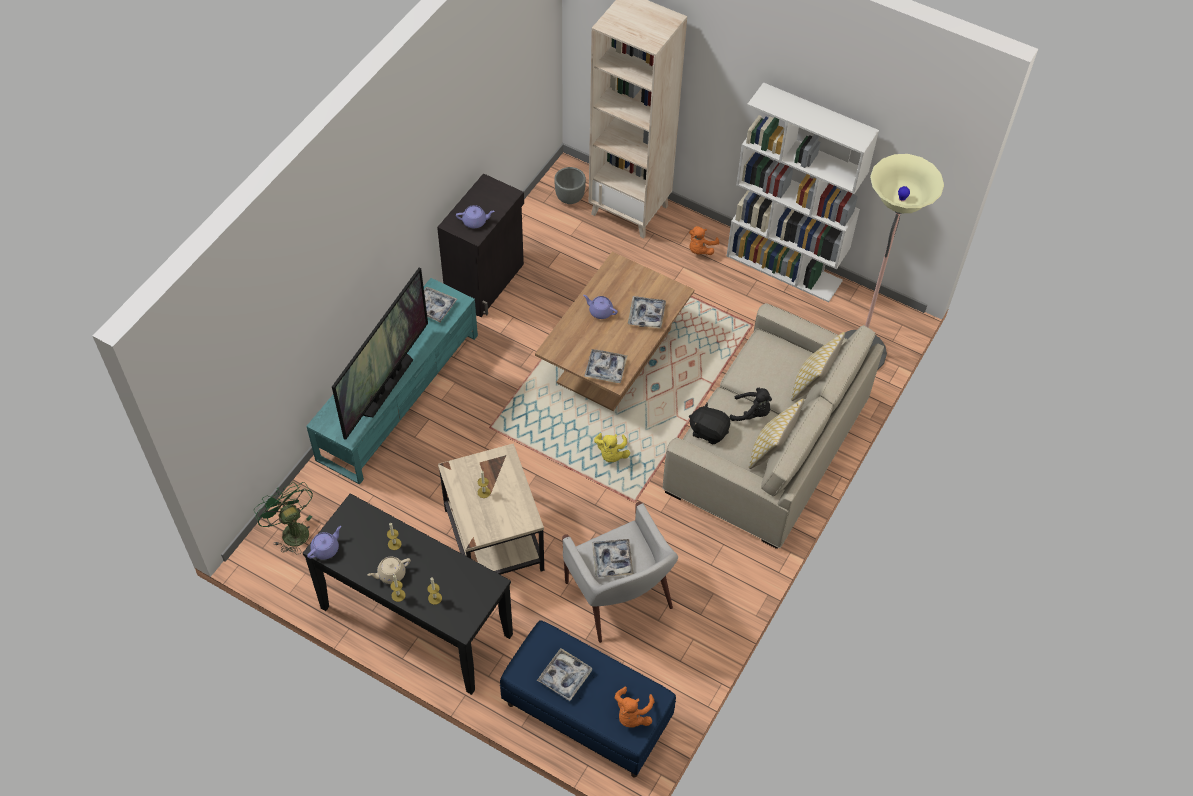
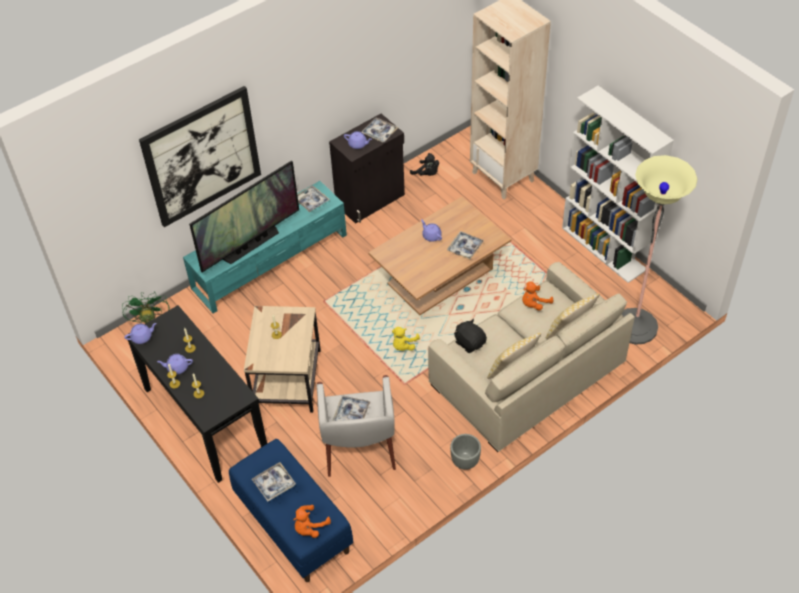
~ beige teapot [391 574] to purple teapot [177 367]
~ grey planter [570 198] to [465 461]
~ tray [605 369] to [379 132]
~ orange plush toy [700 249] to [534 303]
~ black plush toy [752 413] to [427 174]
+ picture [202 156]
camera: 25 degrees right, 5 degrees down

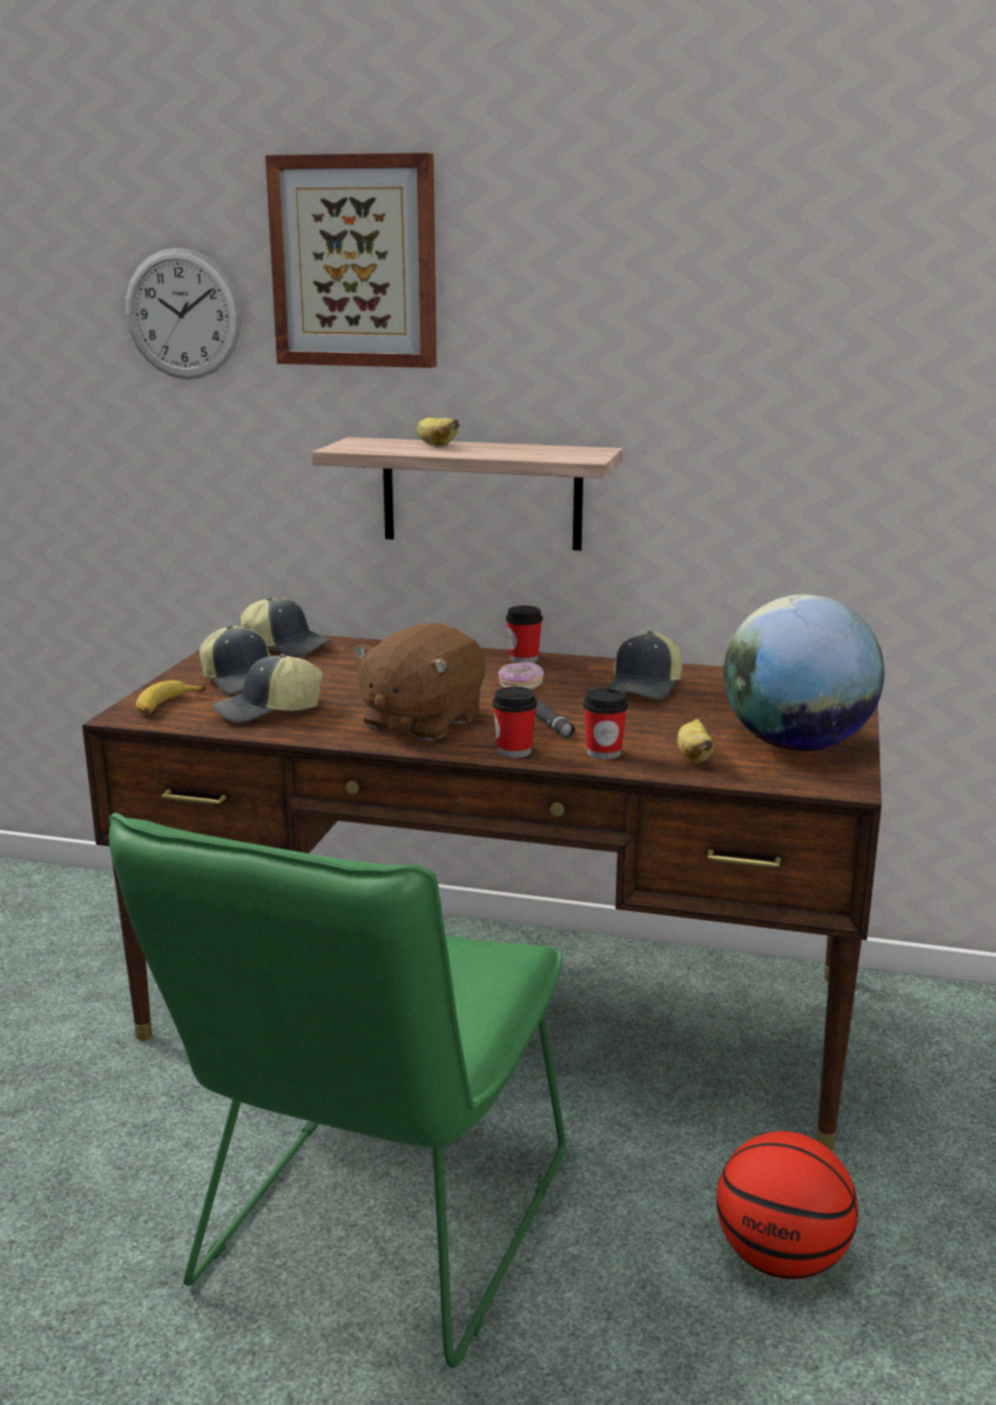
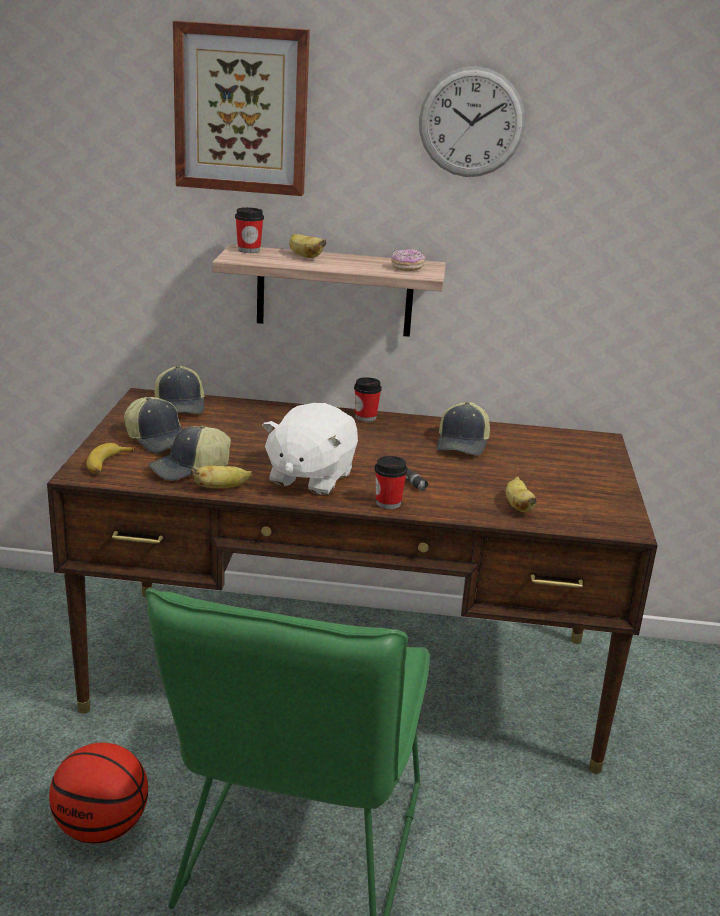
~ wall clock [183 314] to [471 122]
~ cap [287 646] = [181 406] 60 degrees clockwise
~ brown plush toy [421 722] to white plush toy [310 477]
~ donut [521 687] to [407 268]
~ cup [604 753] to [249 250]
~ basketball [781 1258] to [101 828]
- globe [796 745]
+ banana [221 488]
camera: 10 degrees left, 5 degrees up

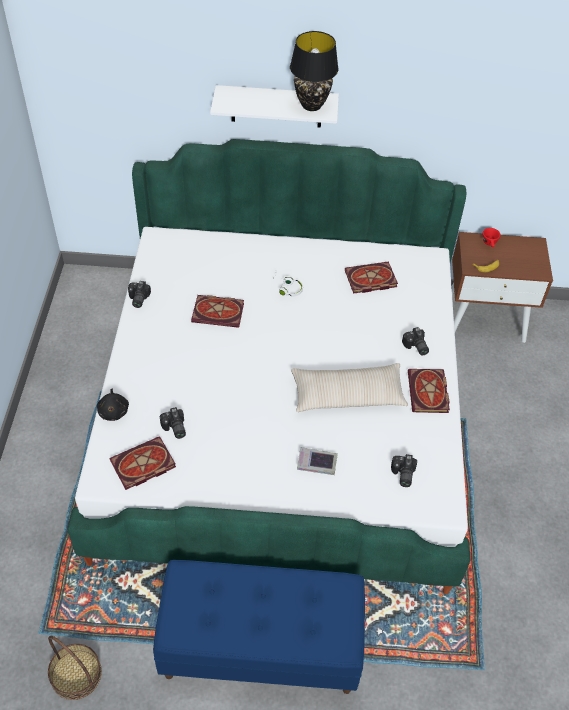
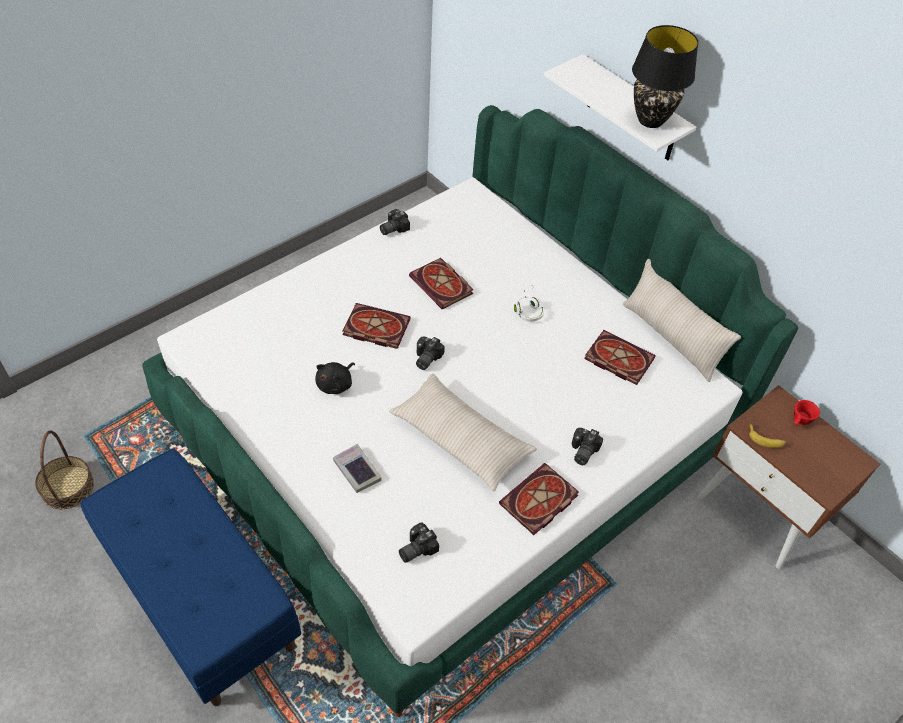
~ black plush toy [114 411] to [336 384]
~ book [142 465] to [374 328]
~ photo camera [174 429] to [425 358]
+ beige pillow [671 338]
camera: 45 degrees right, 0 degrees up

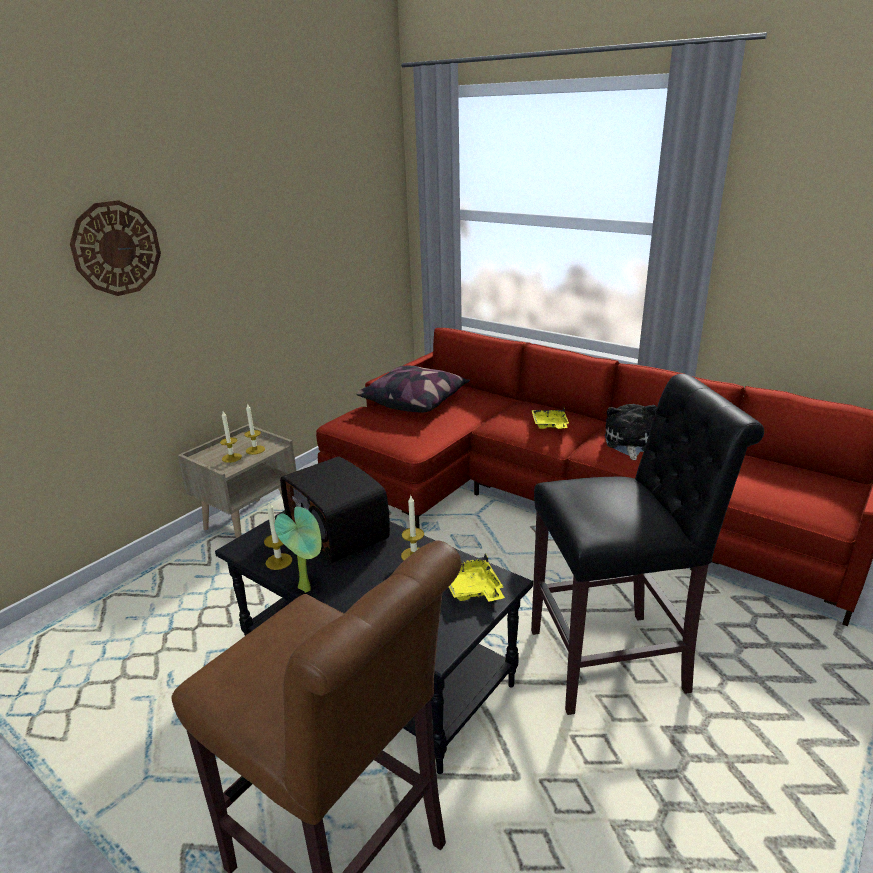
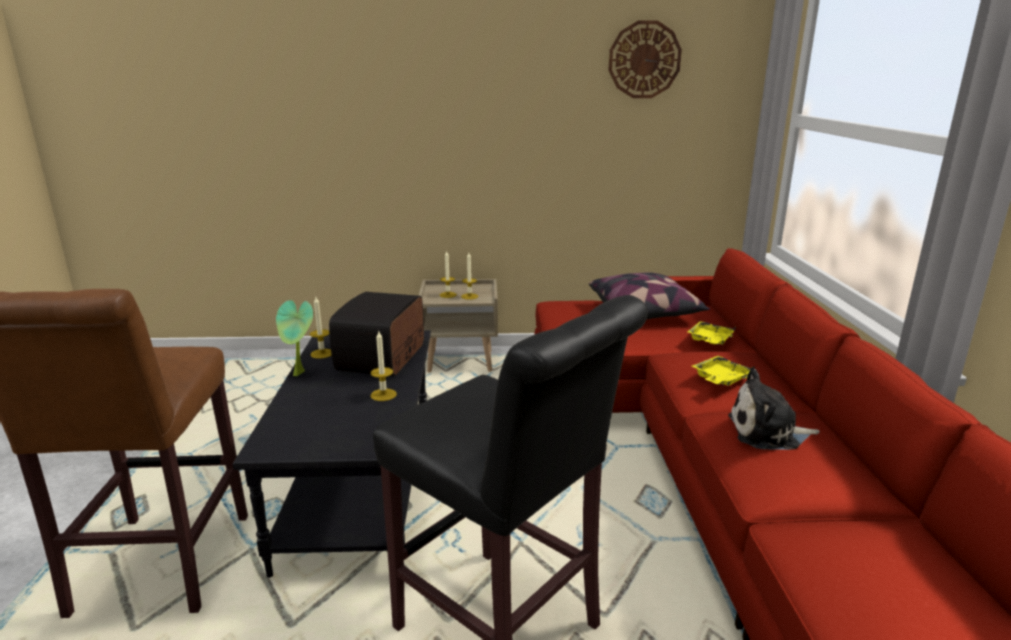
~ wall clock [116 248] to [644 60]
~ yellow tray [471 589] to [710 340]
~ plush toy [629 443] = [768 432] 150 degrees counterclockwise
camera: 50 degrees right, 5 degrees down

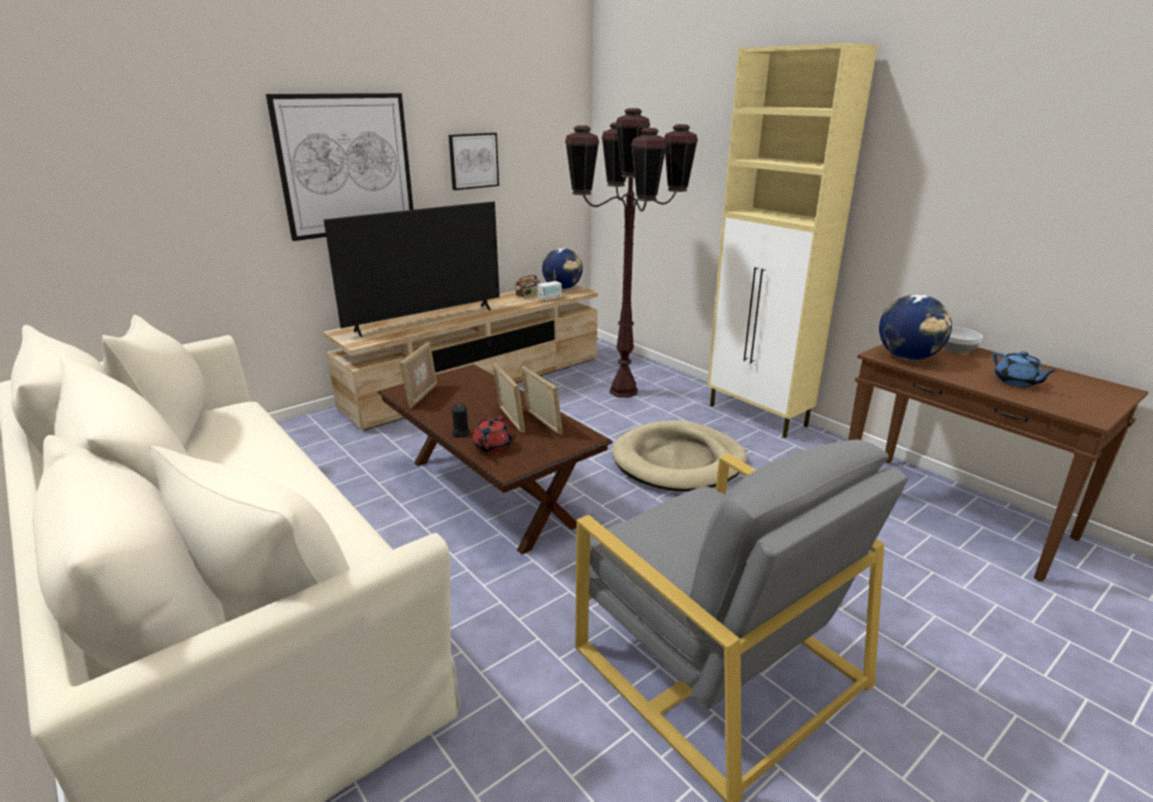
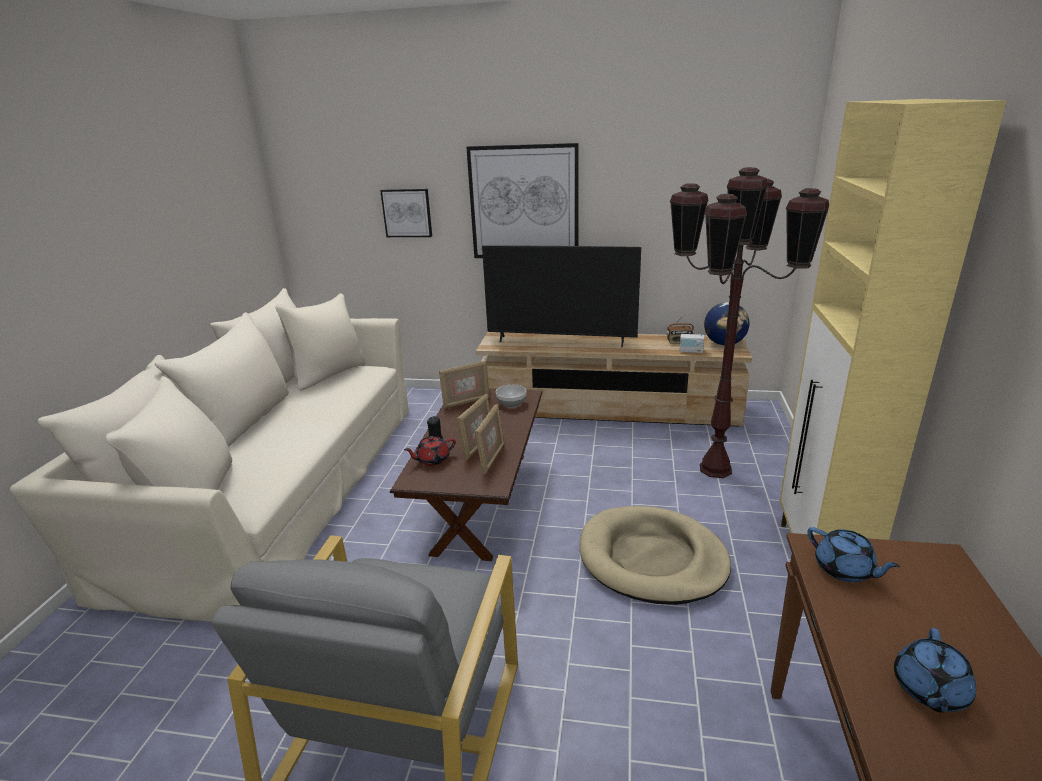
~ picture [473 161] to [407 213]
~ globe [908 357] to blue teapot [844 570]
~ bowl [956 350] to [511 403]
camera: 50 degrees right, 0 degrees up

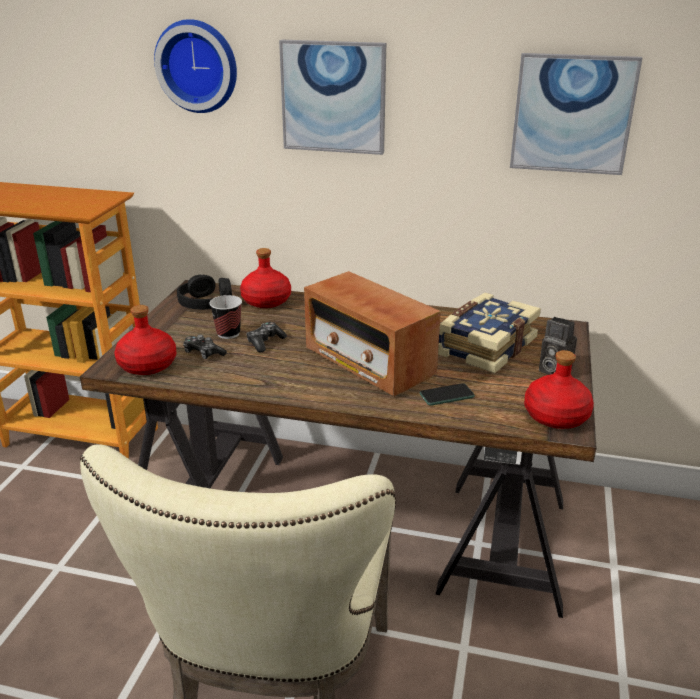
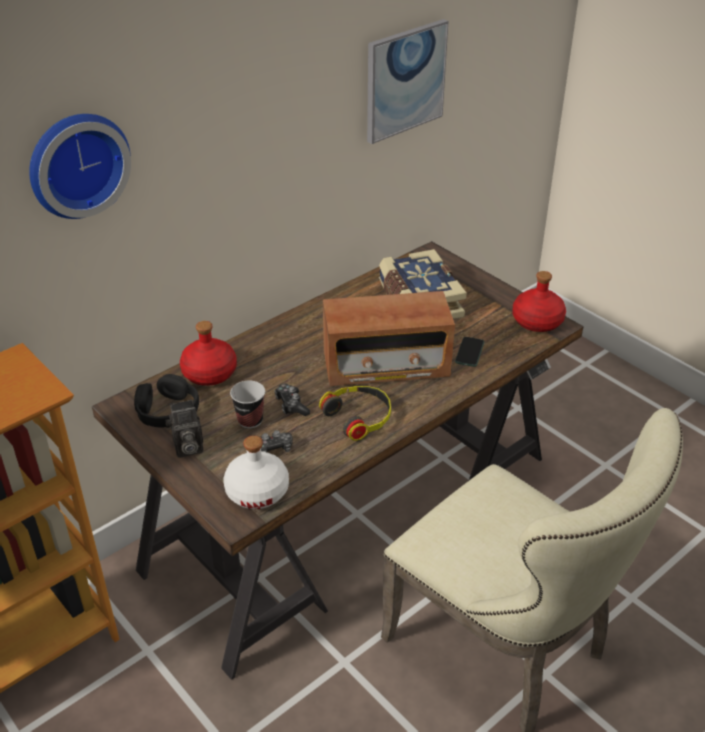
~ red bottle [148 365] to white bottle [257 491]
- picture [333 97]
~ photo camera [552 370] to [187 448]
+ headphones [359 417]
camera: 55 degrees left, 10 degrees up

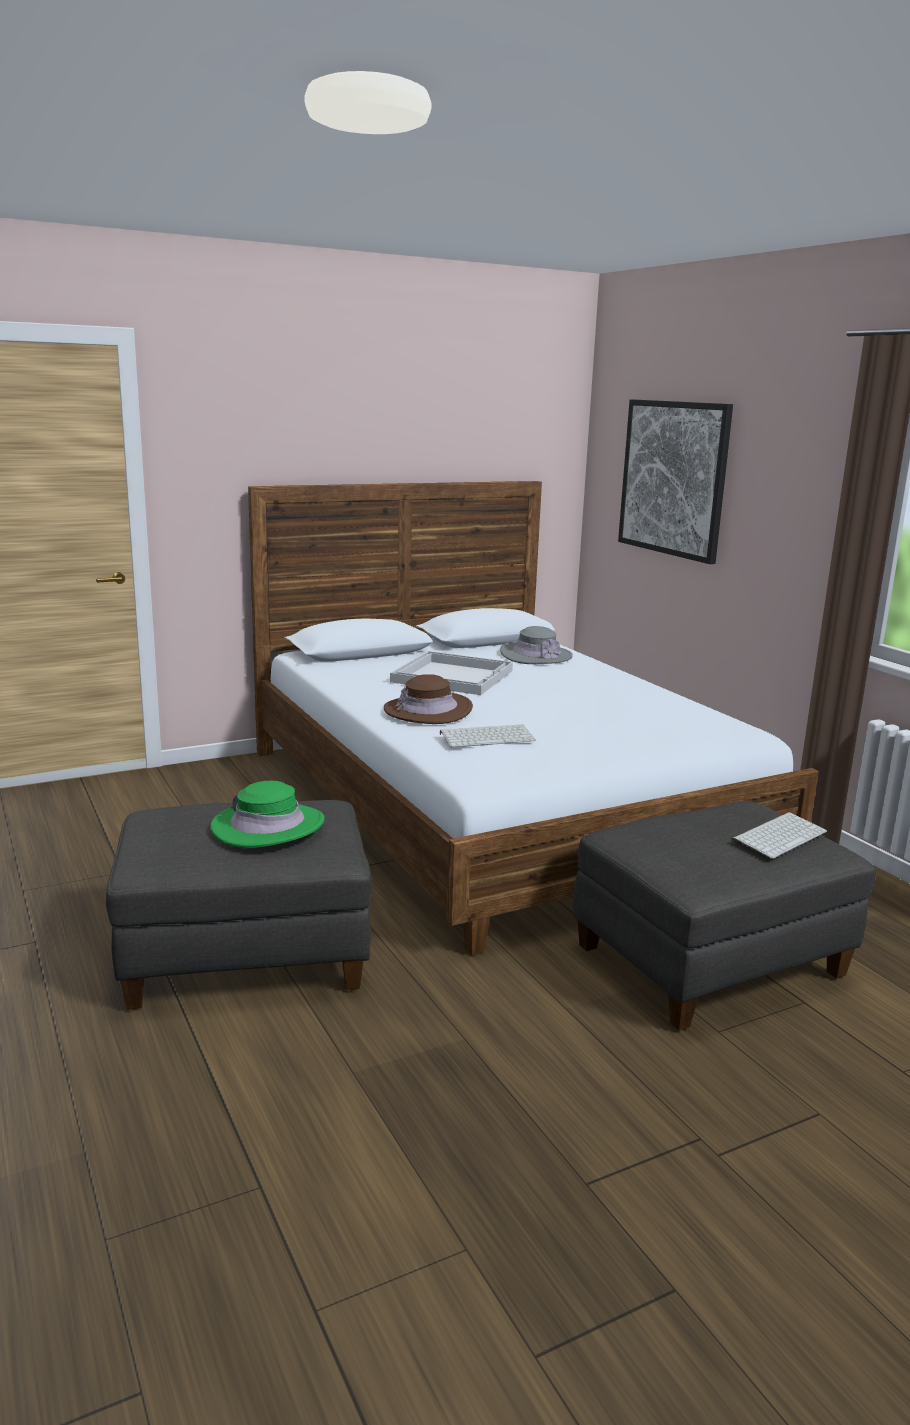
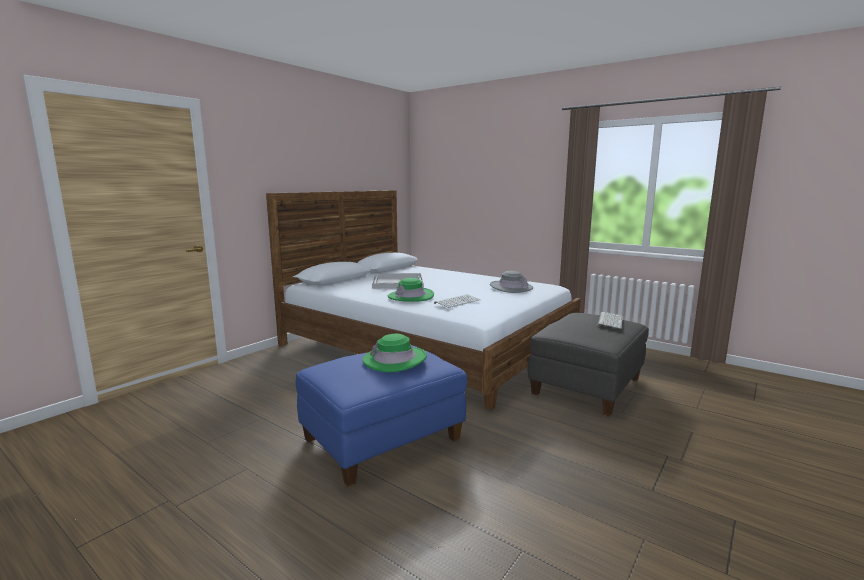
~ grey ottoman [248 955] to blue ottoman [383 440]
~ brown hat [428 710] to green hat [411 296]
~ grey hat [536 655] to [511 287]
- picture [673 478]
camera: 25 degrees left, 5 degrees down

